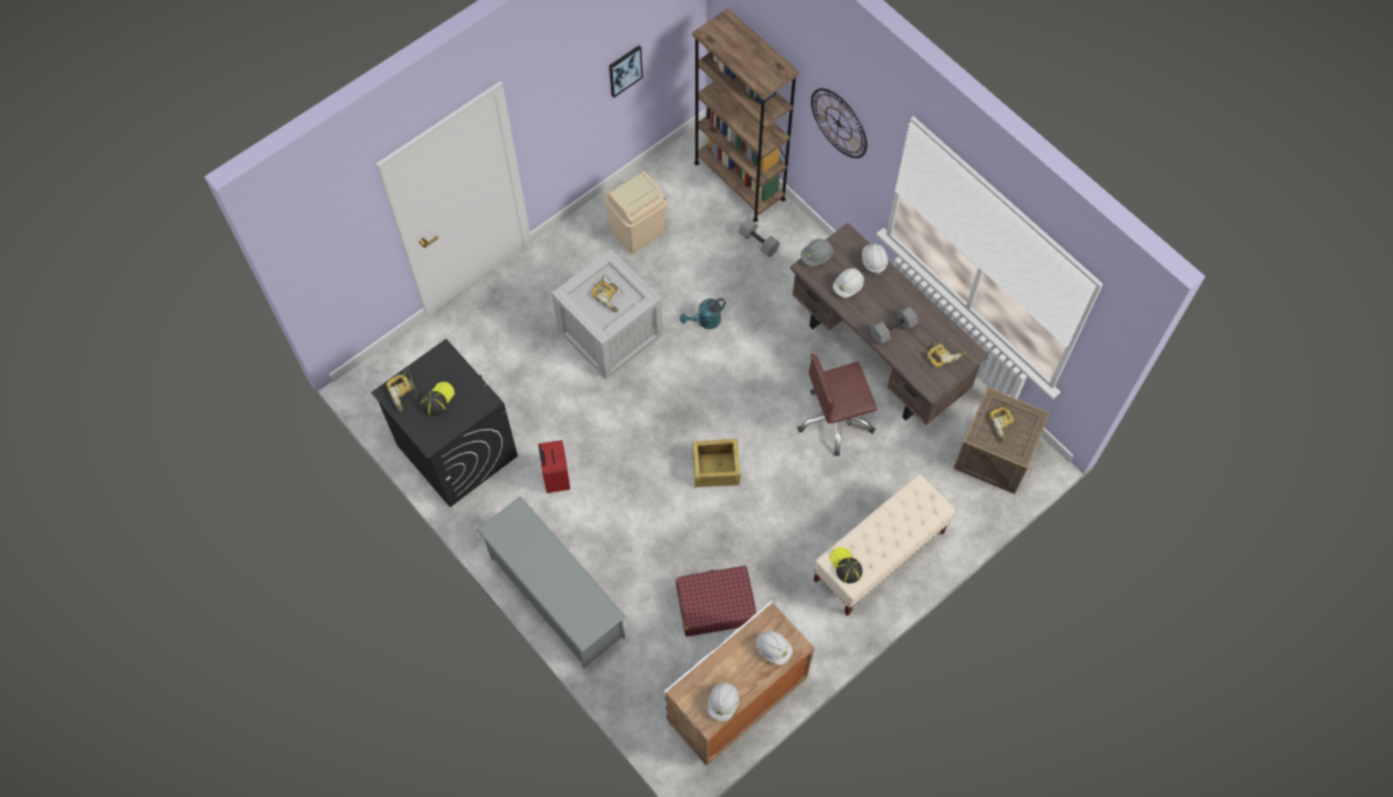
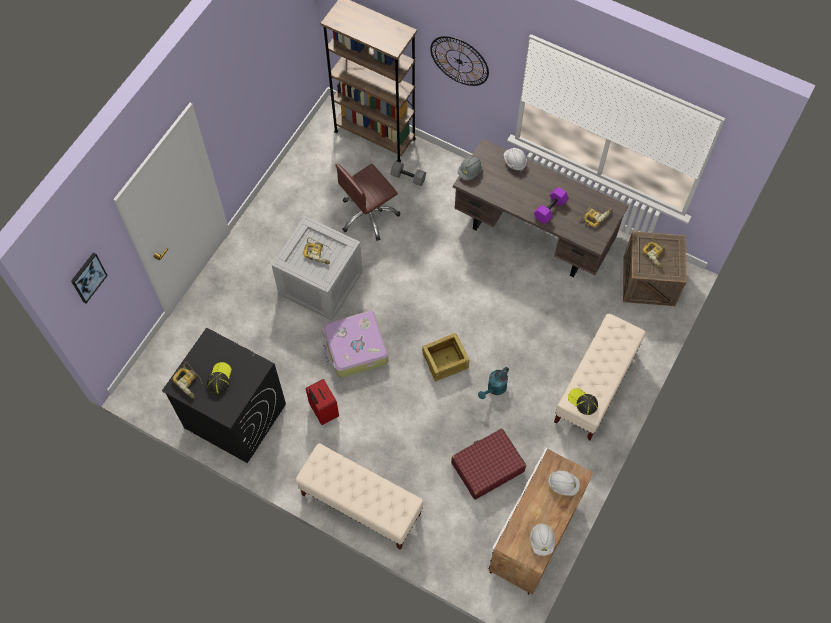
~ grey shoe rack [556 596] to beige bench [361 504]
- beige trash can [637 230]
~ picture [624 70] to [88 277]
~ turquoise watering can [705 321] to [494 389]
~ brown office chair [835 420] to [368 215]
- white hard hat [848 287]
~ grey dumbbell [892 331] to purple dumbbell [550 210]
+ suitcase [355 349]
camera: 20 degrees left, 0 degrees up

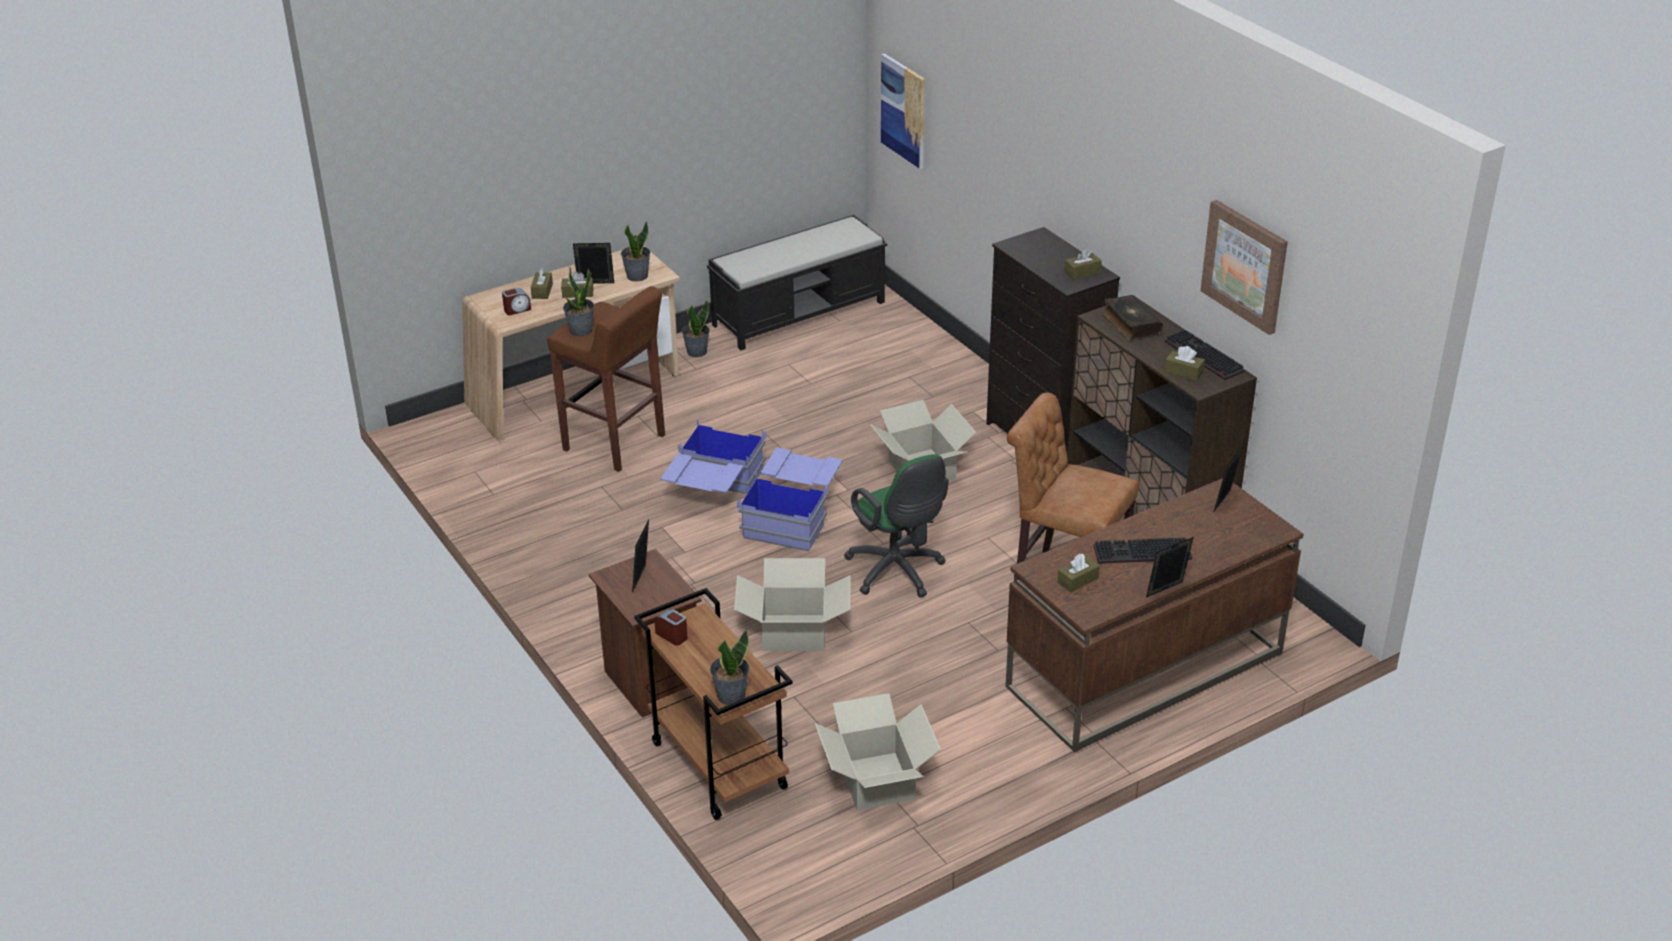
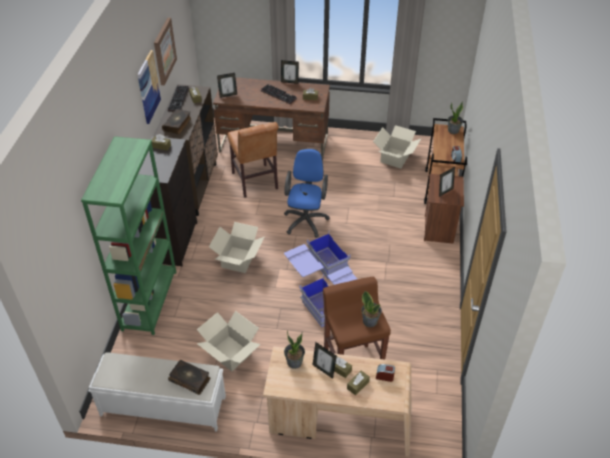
- potted plant [696 352]
~ black bench [800 313] to white bench [162 406]
~ cardboard box [794 632] to [230 353]
~ green office chair [897 573] to blue office chair [306 219]
~ picture [903 110] to [148 87]
+ green bookcase [149 300]
+ book [190 379]
camera: 140 degrees left, 10 degrees up

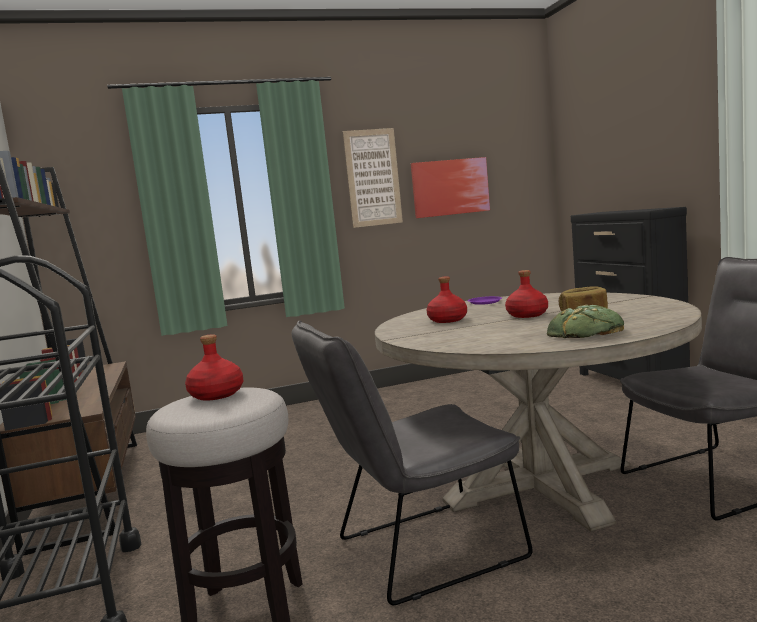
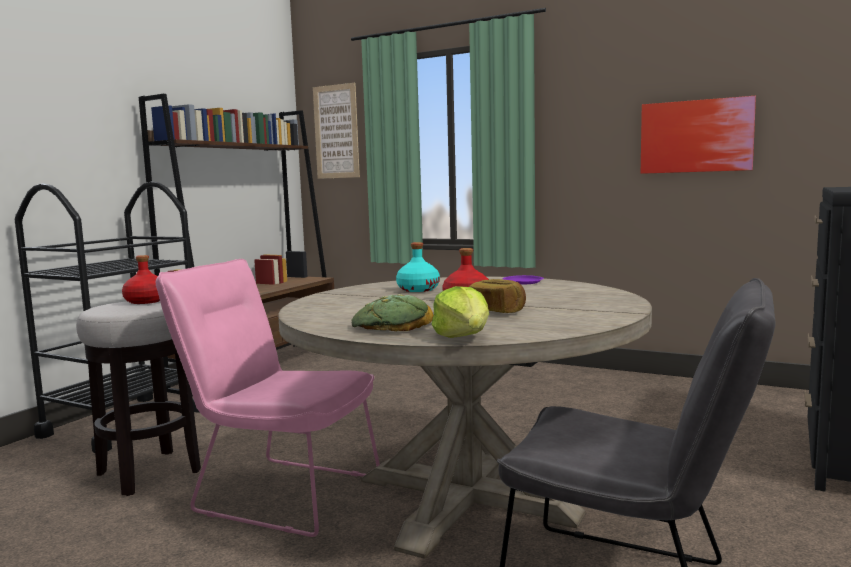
~ grey chair [418 552] to pink chair [278 492]
~ picture [373 177] to [336 132]
~ red bottle [447 320] to turquoise bottle [418 289]
+ lettuce [463 337]
camera: 45 degrees right, 0 degrees up

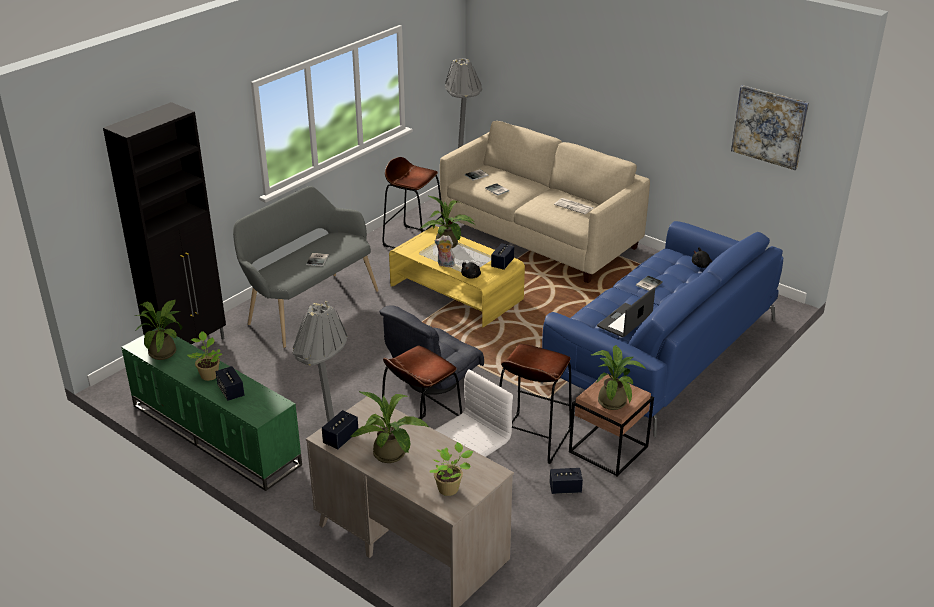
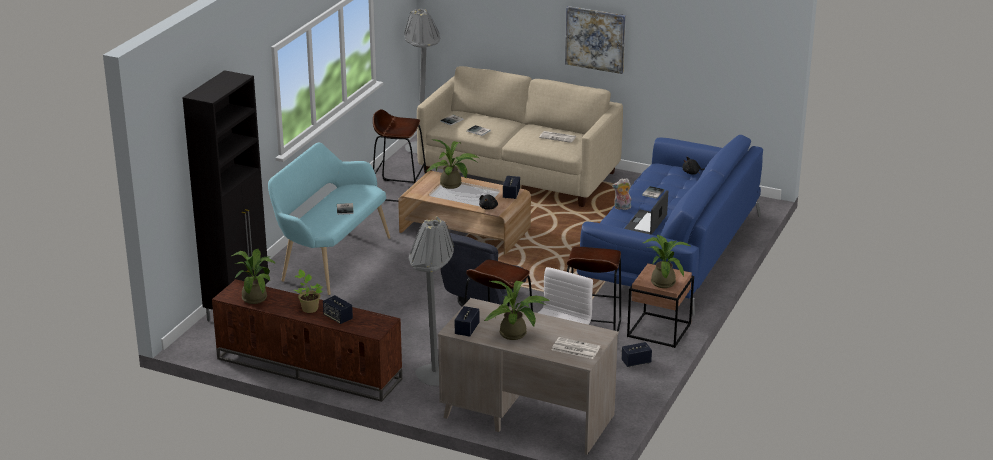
~ green tv stand [213 434] to brown tv stand [307 369]
~ grey bench [308 306] to turquoise bench [330 259]
~ yellow coffee table [456 292] to brown coffee table [465 230]
~ potted plant [450 489] to newspaper [575 348]
~ plush toy [445 265] to [622 208]
~ picture [769 127] to [595 39]
camera: 15 degrees left, 5 degrees down

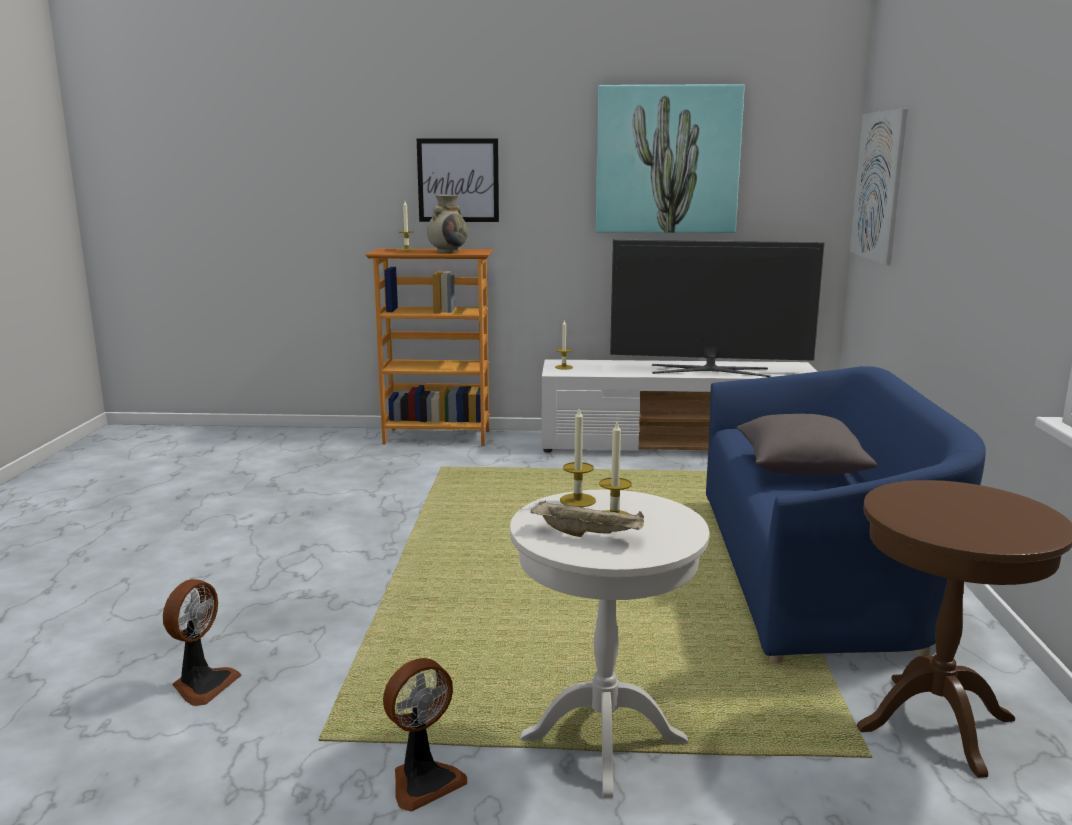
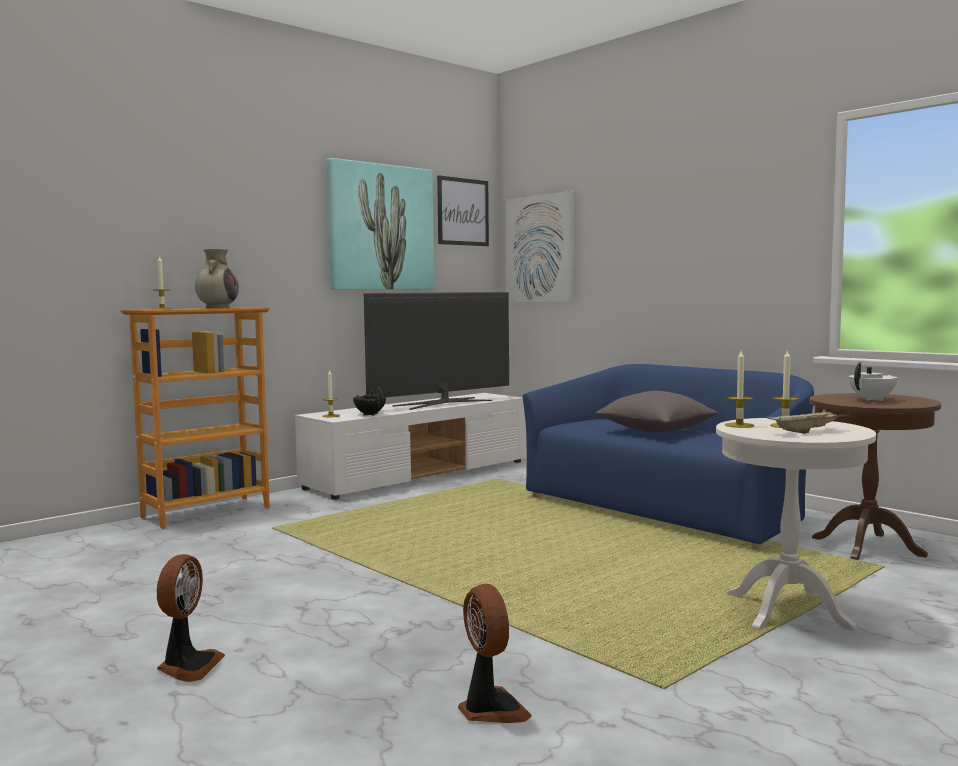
~ fan [423 781] to [188 666]
~ picture [458 180] to [463 212]
+ black teapot [370 414]
+ white teapot [872 399]
camera: 45 degrees left, 10 degrees down

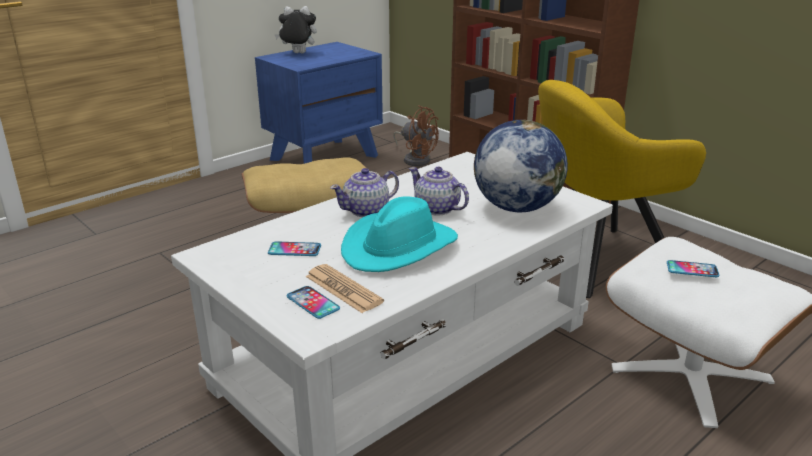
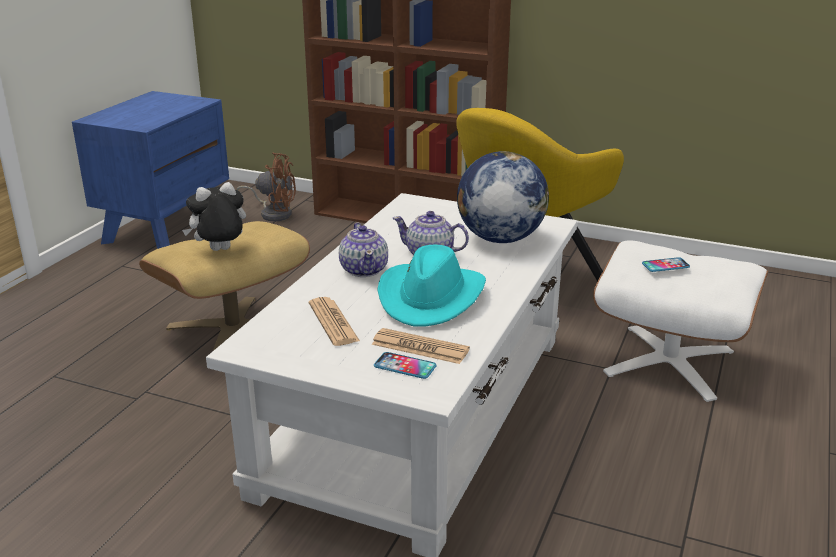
~ phone [294 250] to newspaper [333 322]
~ plush toy [297 53] to [220 251]
~ teapot [367 210] = [364 269] 45 degrees counterclockwise
camera: 25 degrees left, 0 degrees up

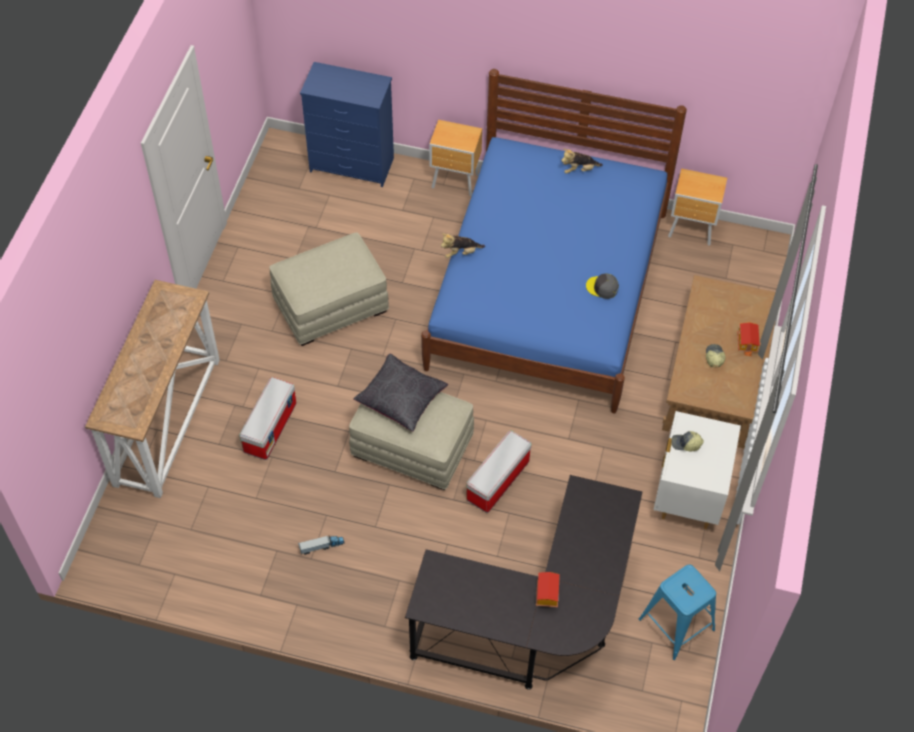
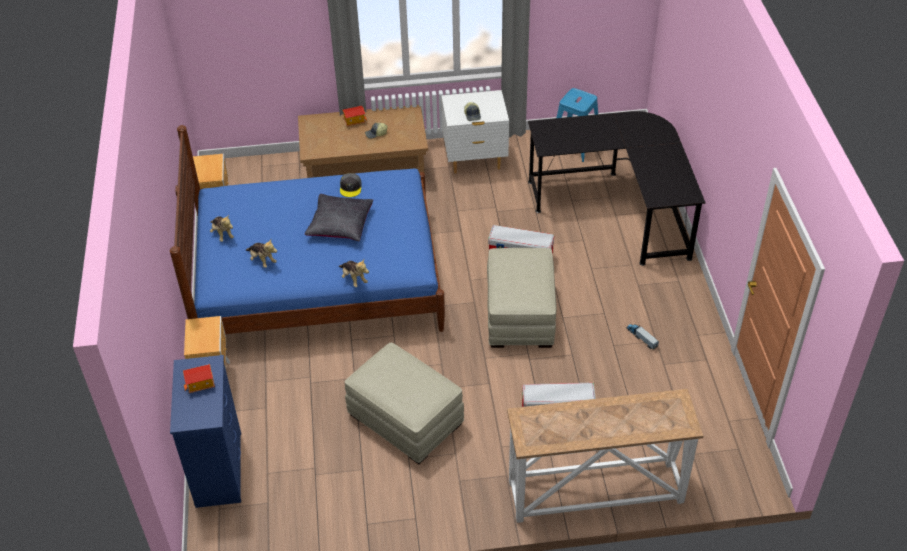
~ black pillow [401 398] to [340 225]
~ toy house [546 594] to [200 385]
+ plush toy [262 260]
camera: 110 degrees left, 10 degrees down

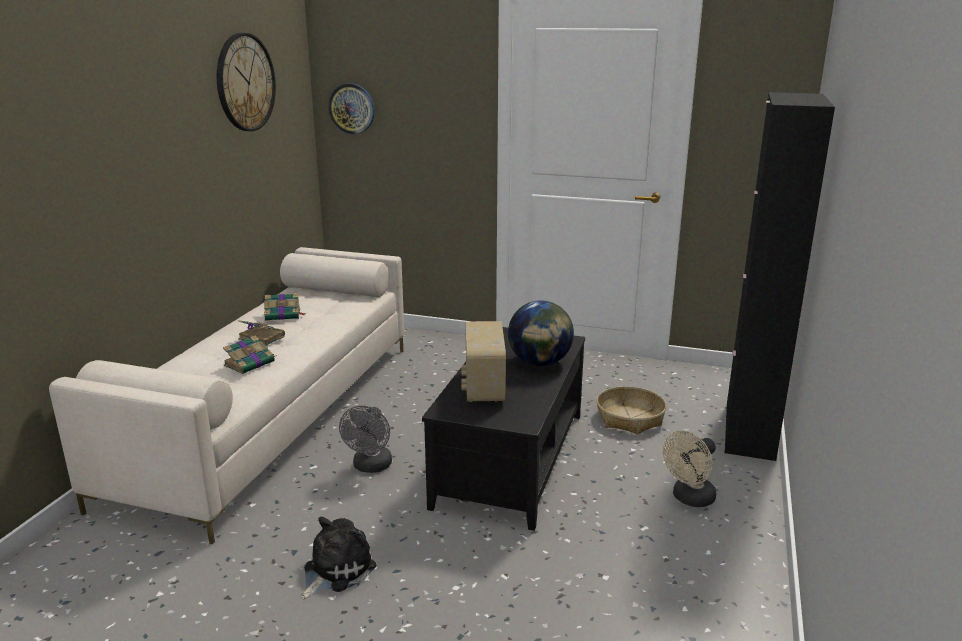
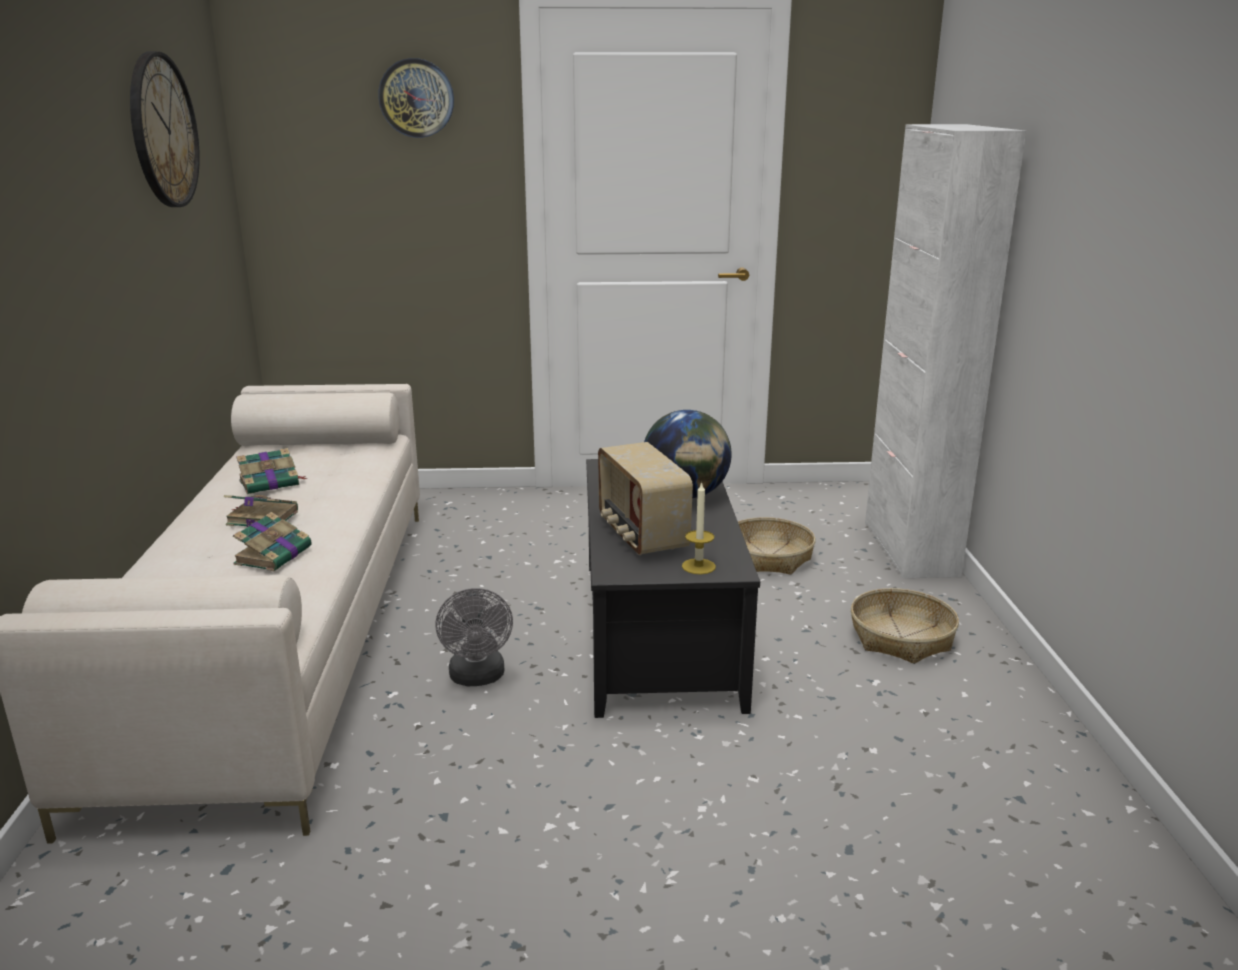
- plush toy [335 570]
~ wall clock [352 108] to [416 98]
~ beige fan [689 499] to basket [901 638]
~ black cabinet [749 430] to white cabinet [909 548]
+ candle [698 566]
camera: 20 degrees left, 0 degrees up

